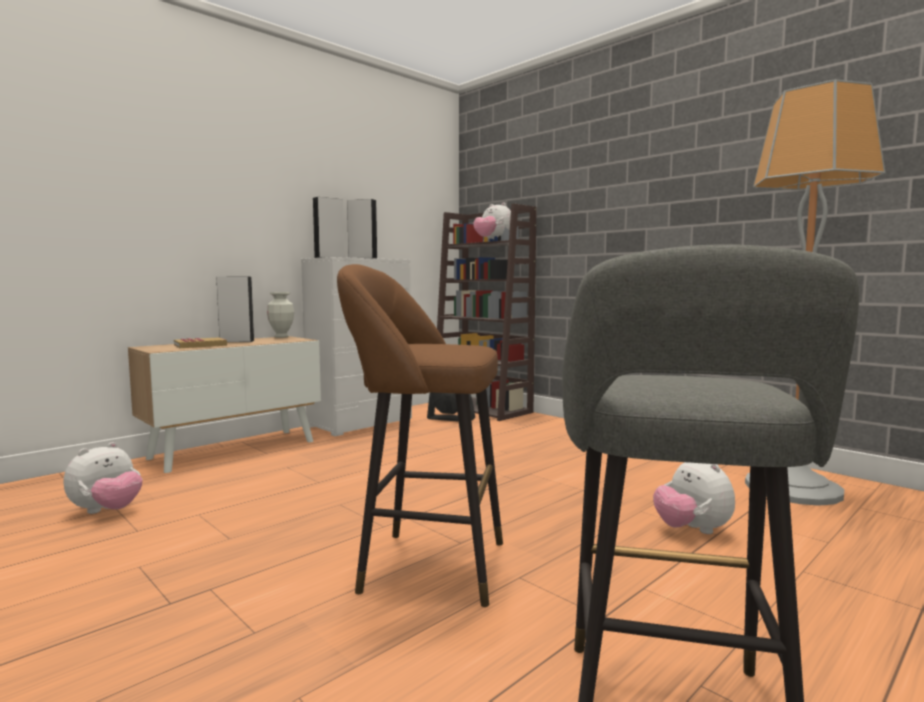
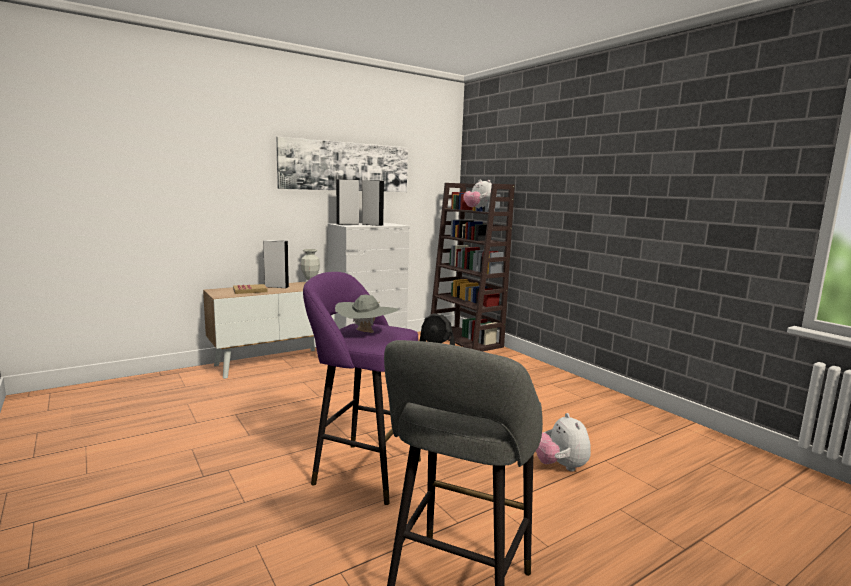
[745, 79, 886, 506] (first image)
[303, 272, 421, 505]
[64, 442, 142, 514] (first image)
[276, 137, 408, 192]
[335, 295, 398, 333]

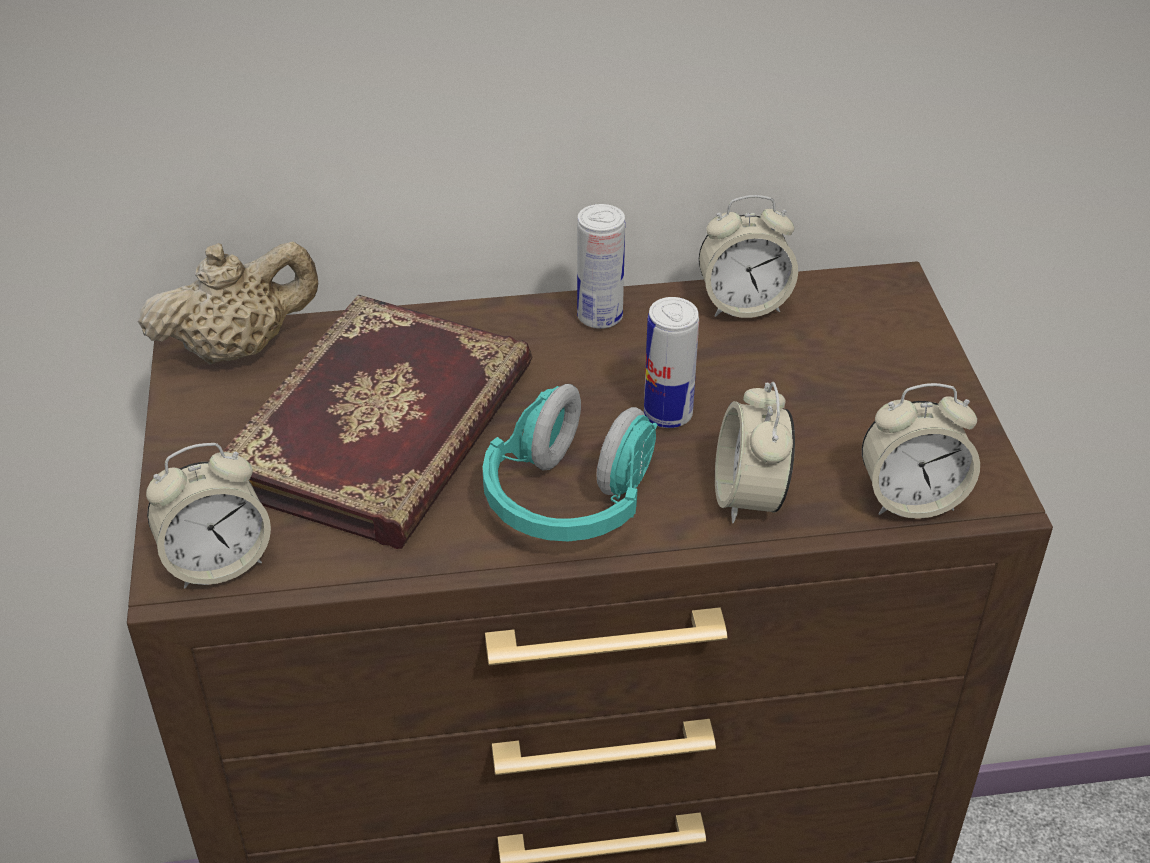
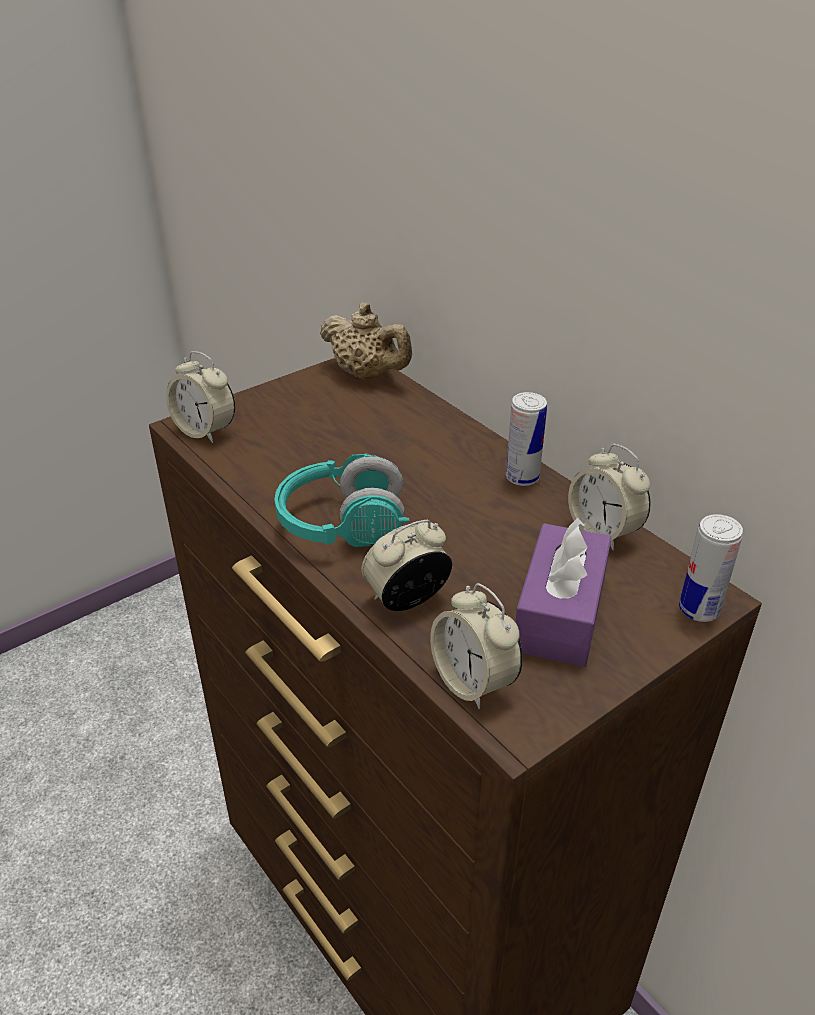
[223, 295, 532, 549] (first image)
[679, 514, 743, 622]
[515, 517, 612, 667]

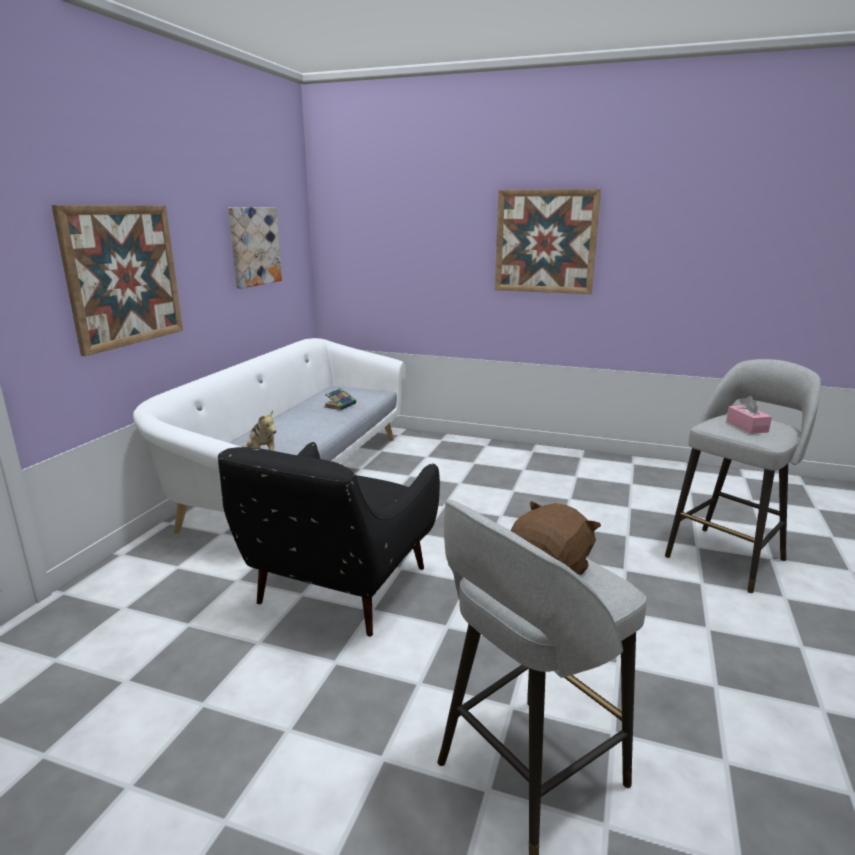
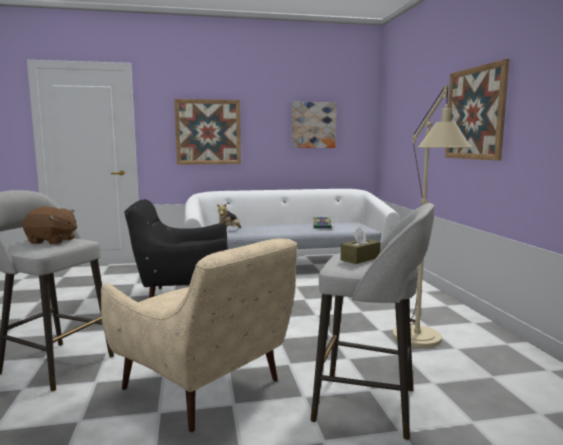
[341, 227, 380, 264]
[393, 85, 472, 348]
[101, 239, 297, 432]

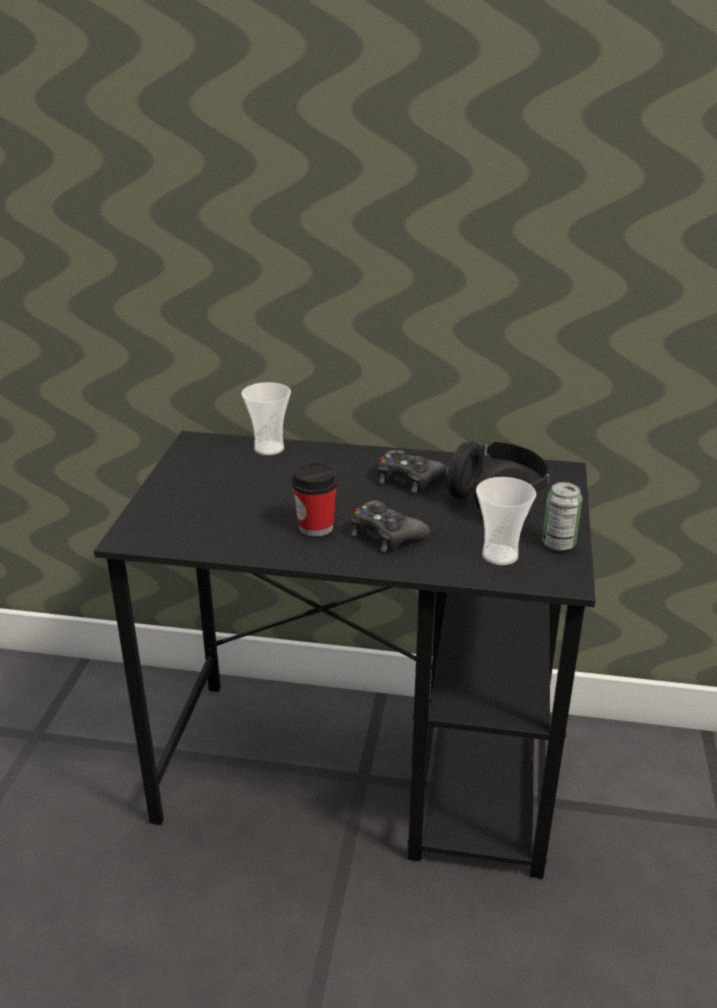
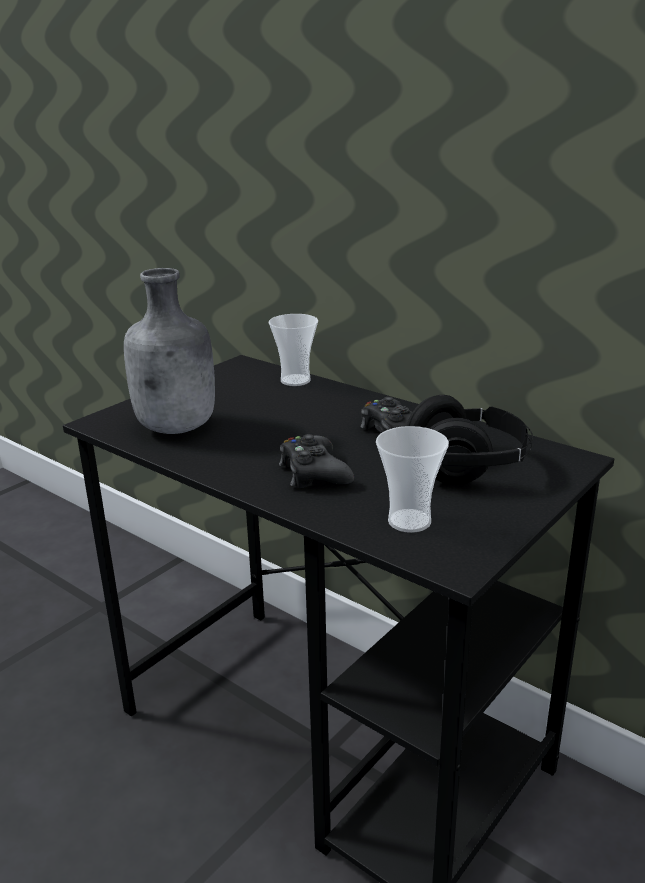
[292, 462, 338, 537] (first image)
[542, 482, 582, 551] (first image)
[124, 268, 215, 434]

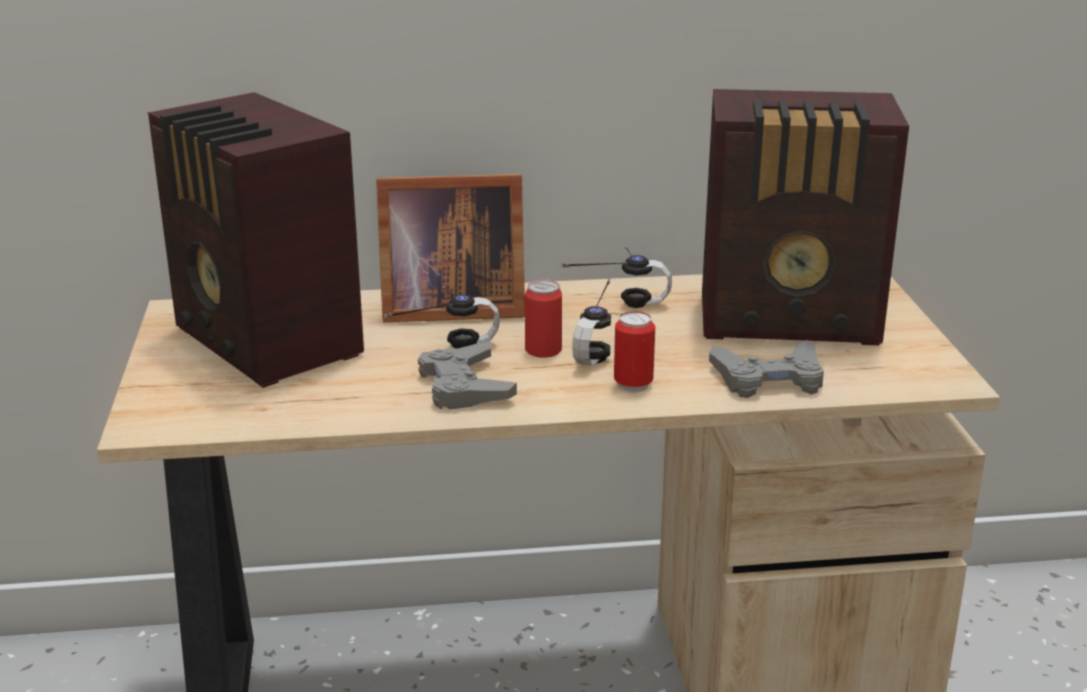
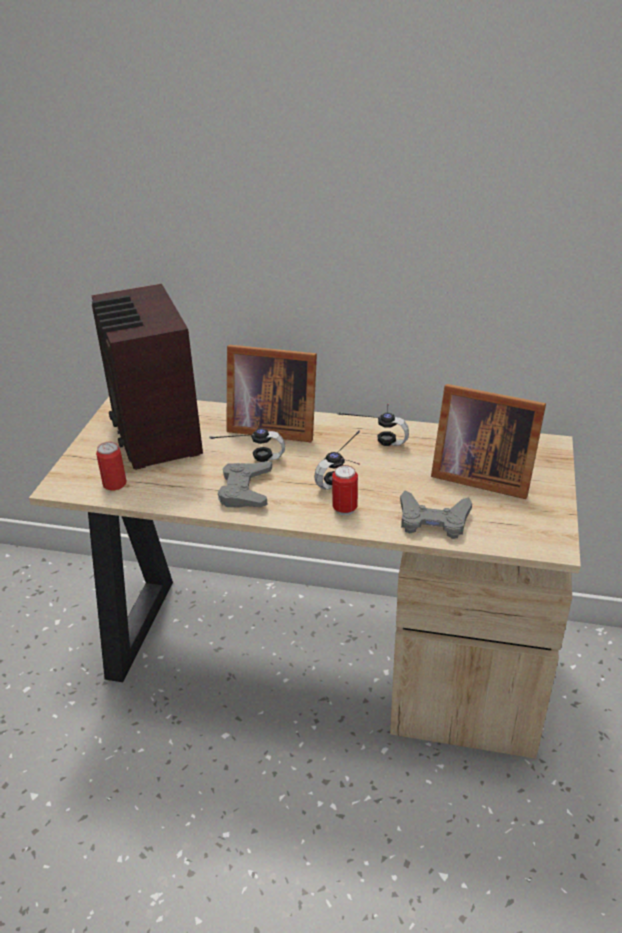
[431, 384, 546, 499]
[96, 441, 127, 490]

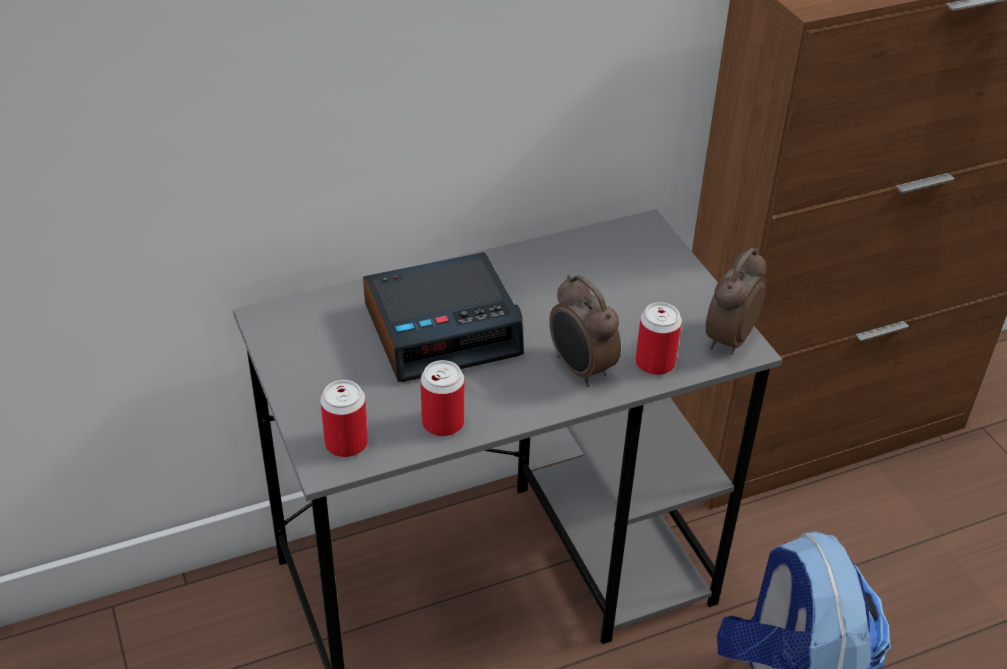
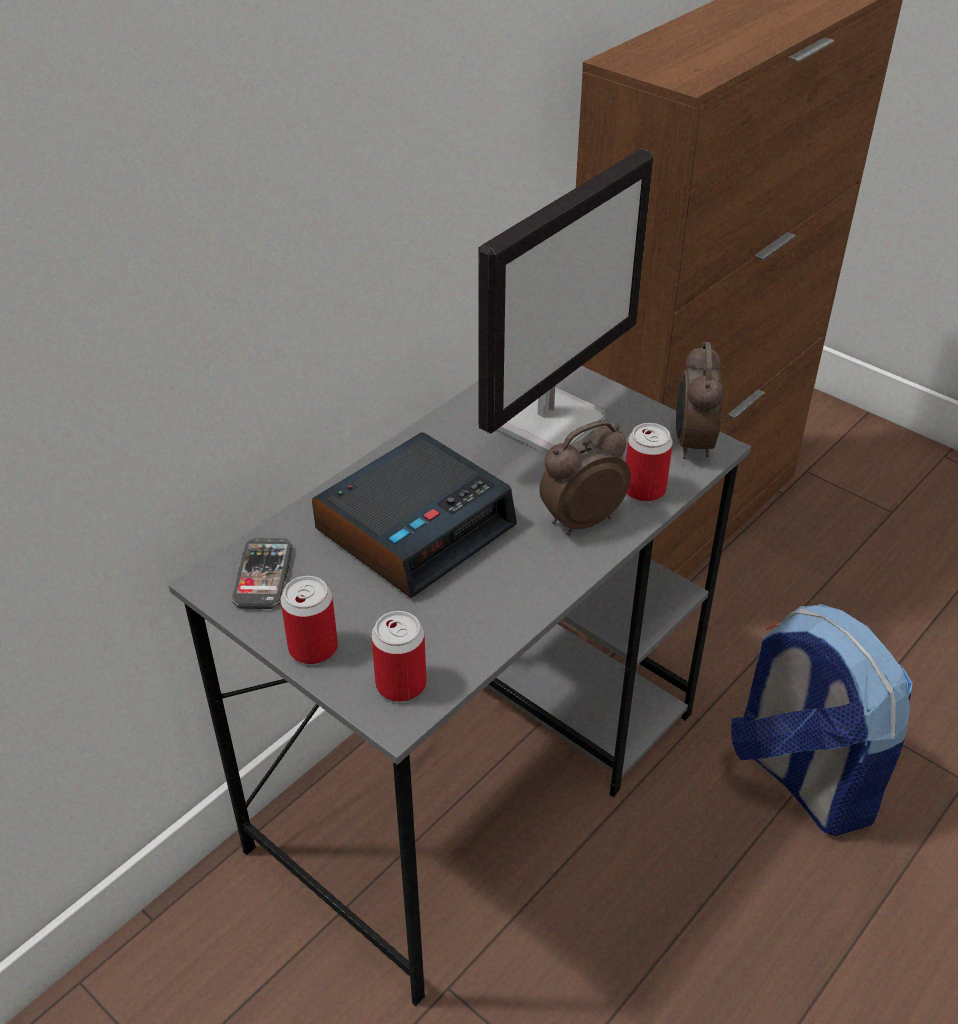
[540, 420, 631, 535]
[281, 576, 338, 664]
[478, 149, 653, 454]
[232, 538, 293, 609]

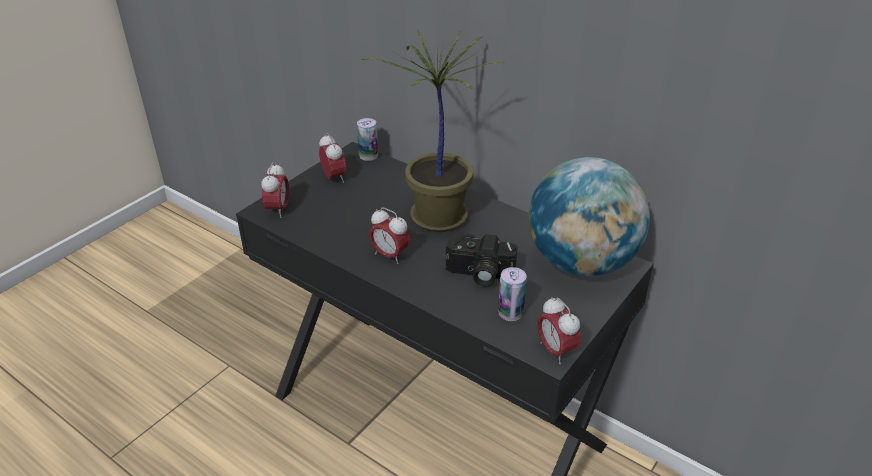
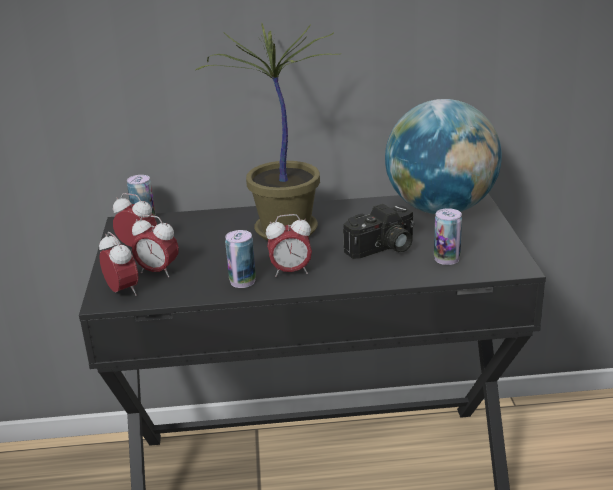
[132, 215, 179, 278]
[225, 230, 256, 288]

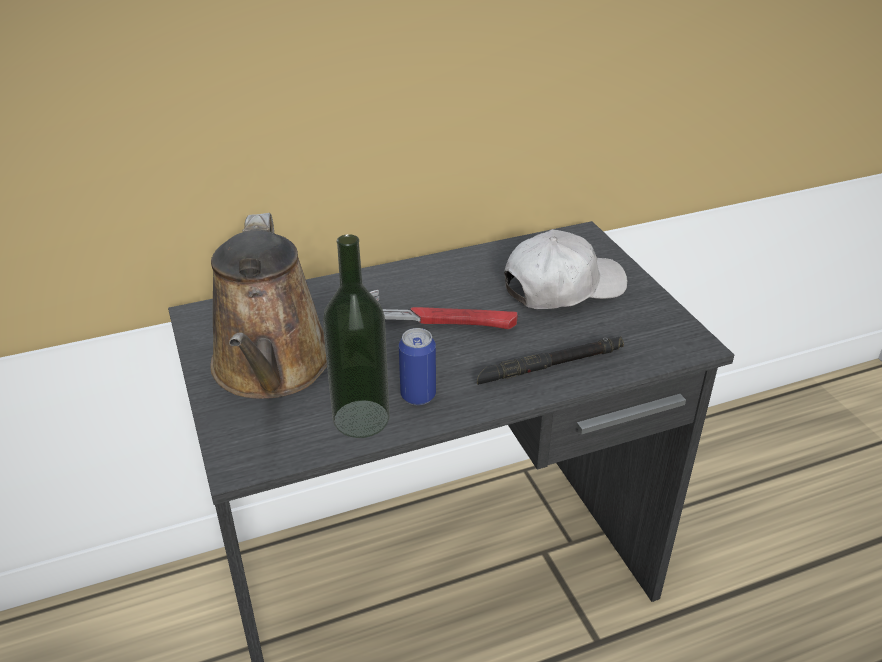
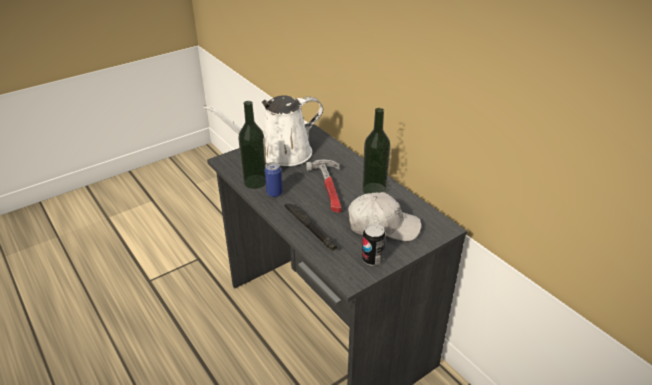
[203, 95, 323, 166]
[348, 192, 421, 241]
[362, 108, 390, 194]
[362, 224, 386, 266]

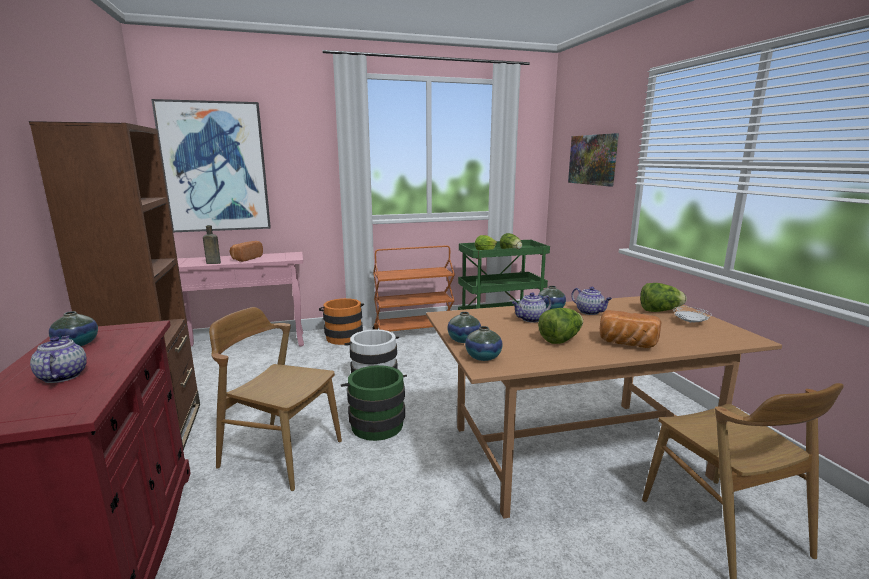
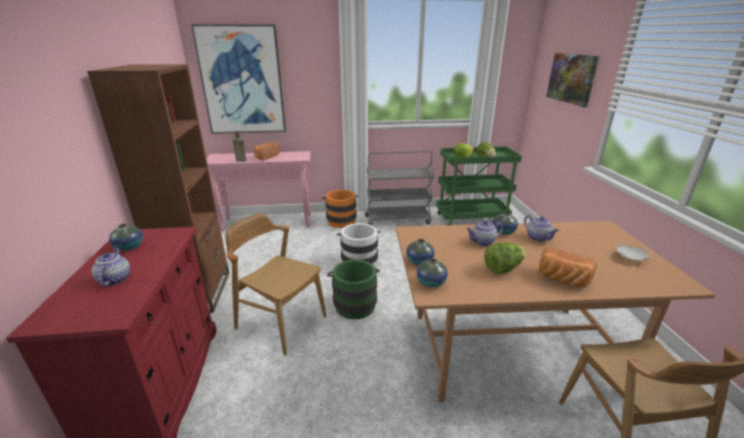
[365, 151, 434, 225]
[640, 283, 687, 312] (first image)

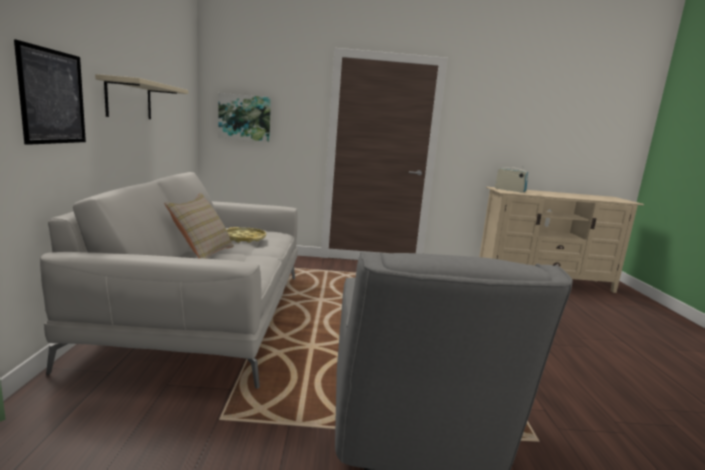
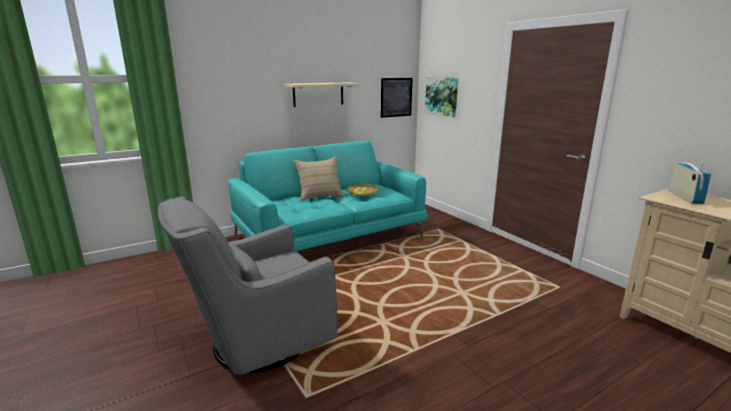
[381, 78, 412, 118]
[228, 141, 427, 251]

